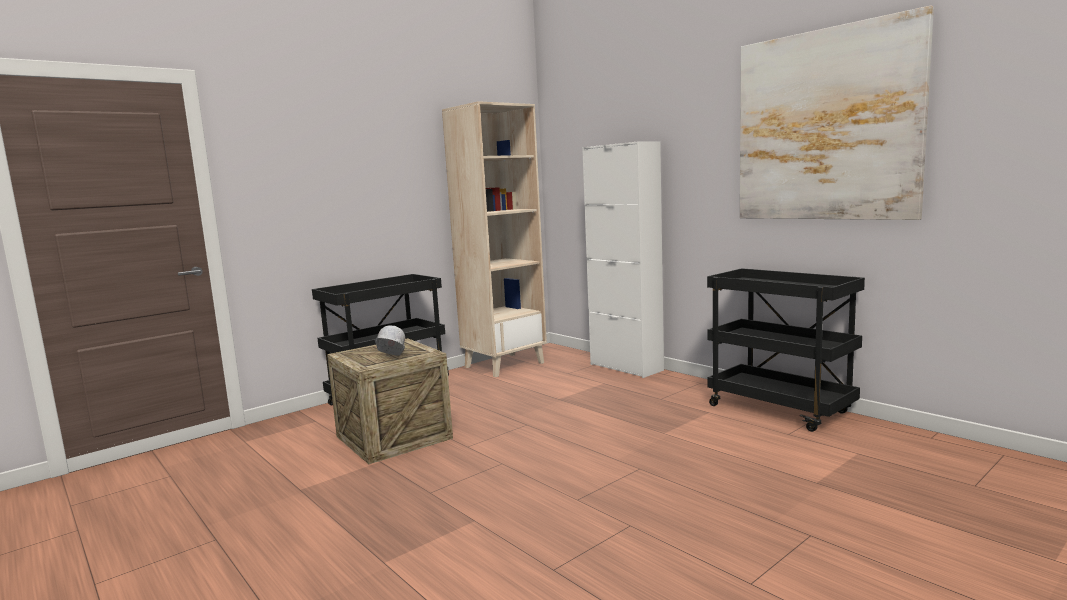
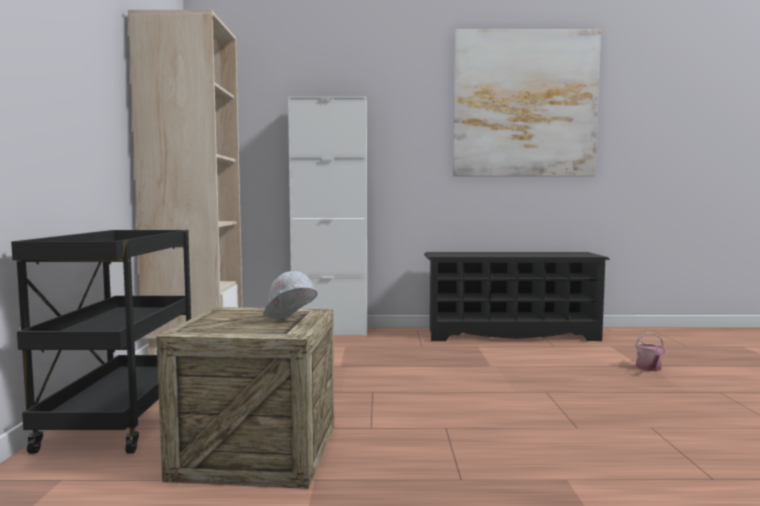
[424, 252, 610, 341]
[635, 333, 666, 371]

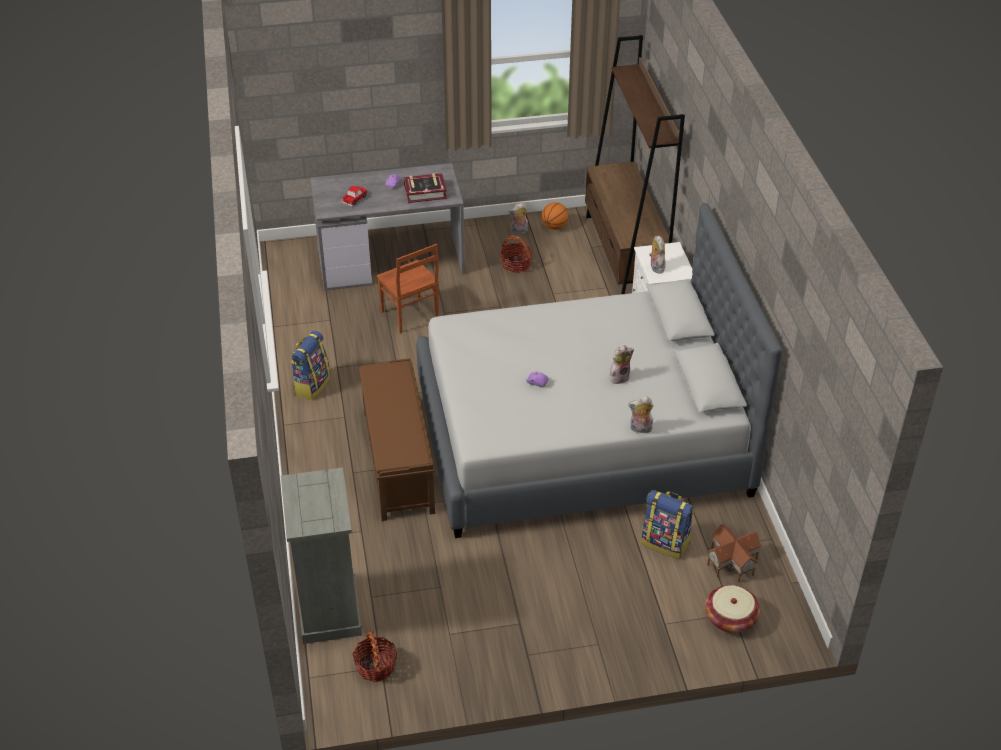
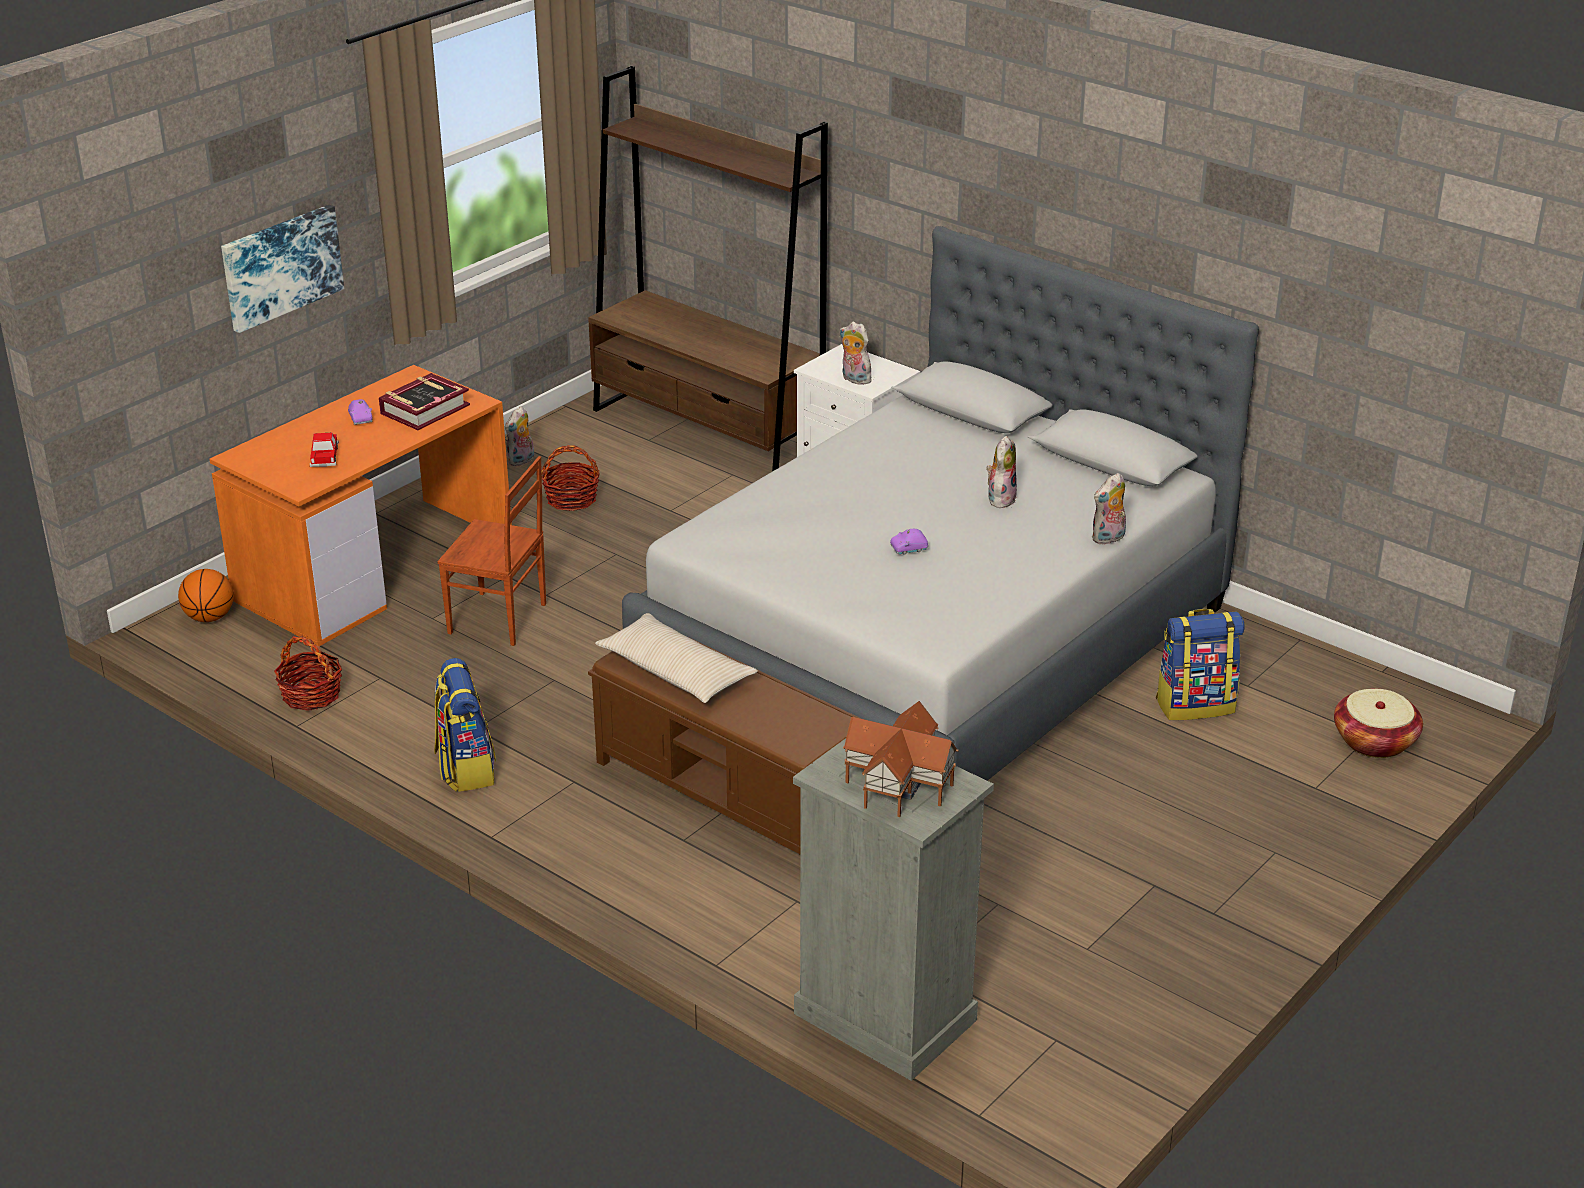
[209, 365, 512, 646]
[178, 569, 234, 622]
[843, 701, 959, 817]
[274, 636, 342, 711]
[221, 205, 344, 333]
[595, 613, 758, 703]

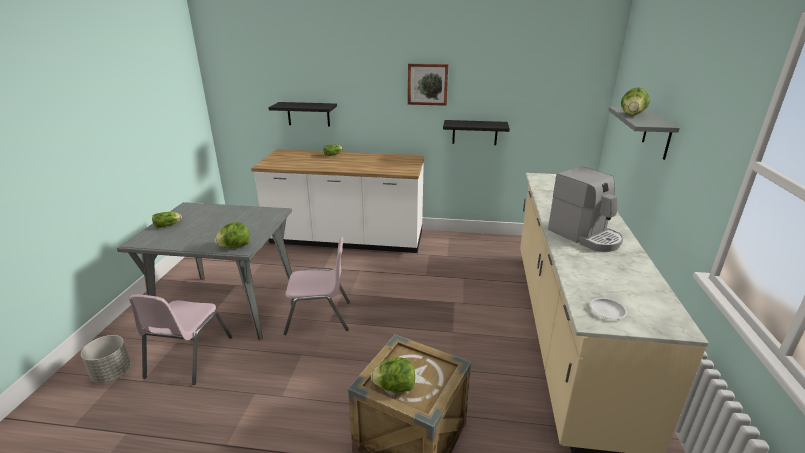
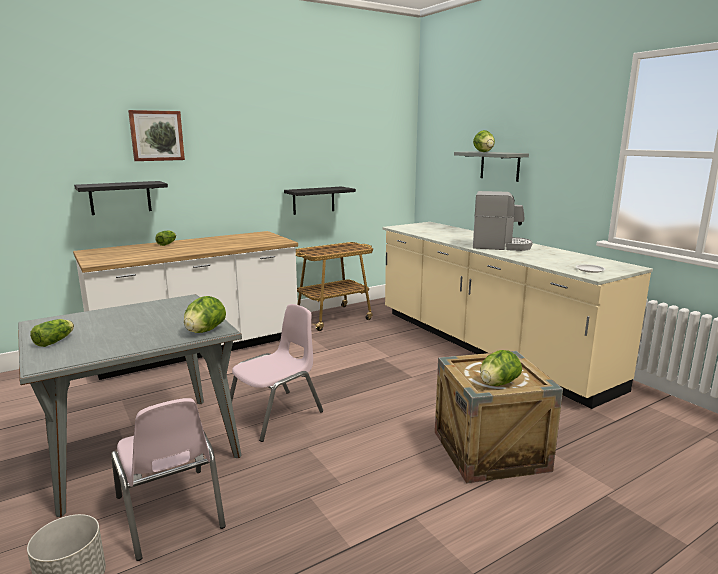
[128, 110, 185, 161]
[296, 242, 373, 331]

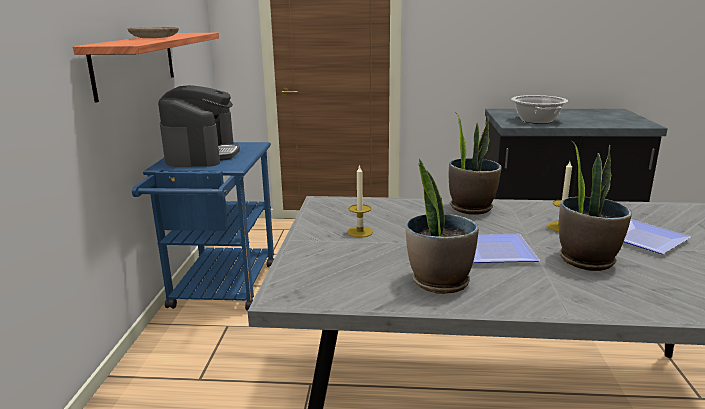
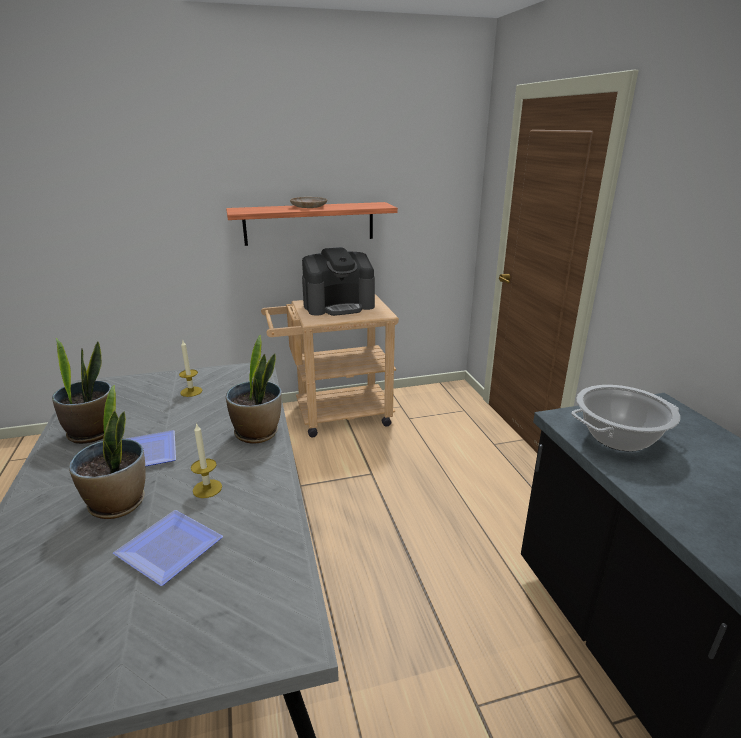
[261, 294, 399, 437]

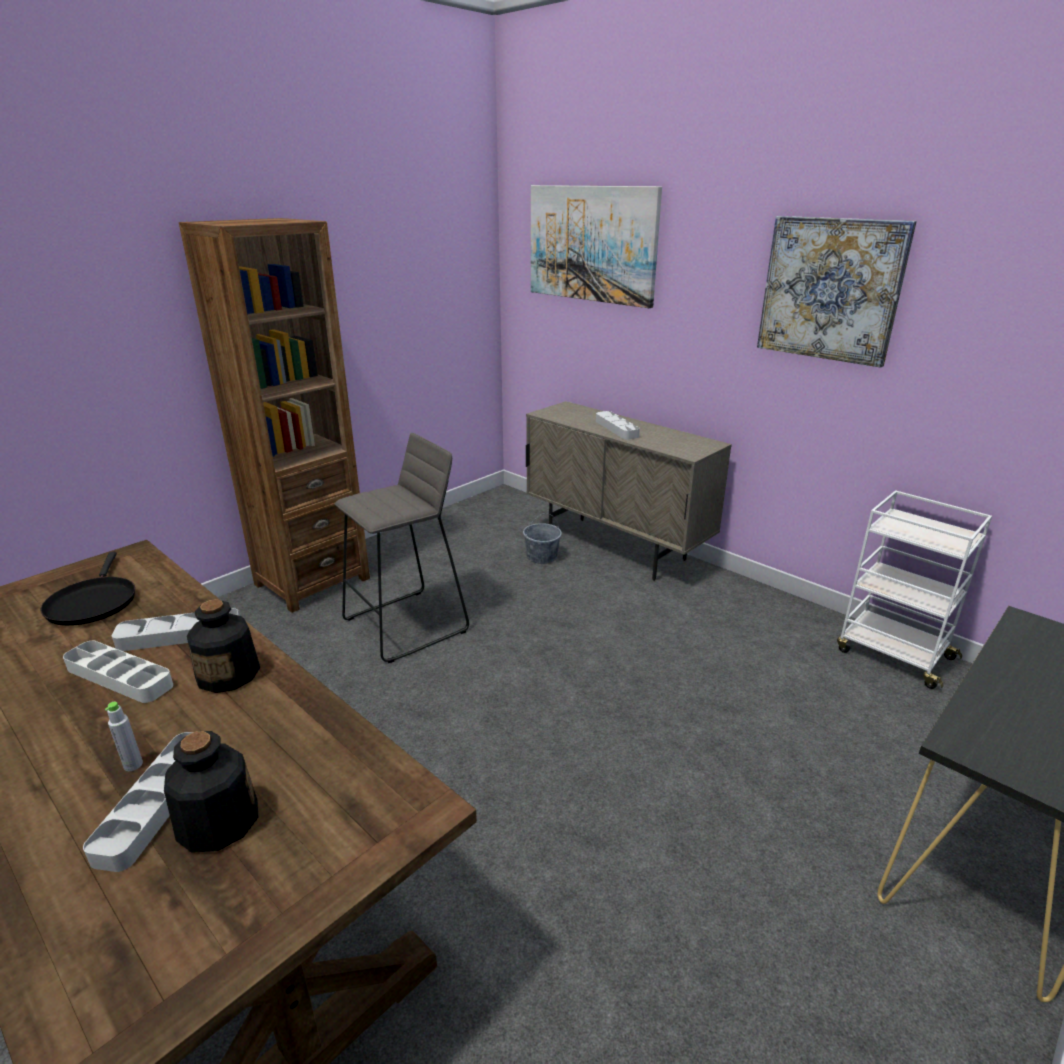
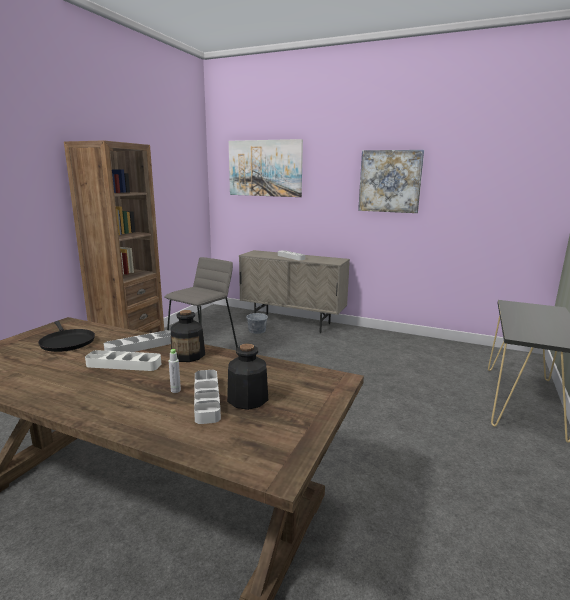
[837, 490, 992, 689] (first image)

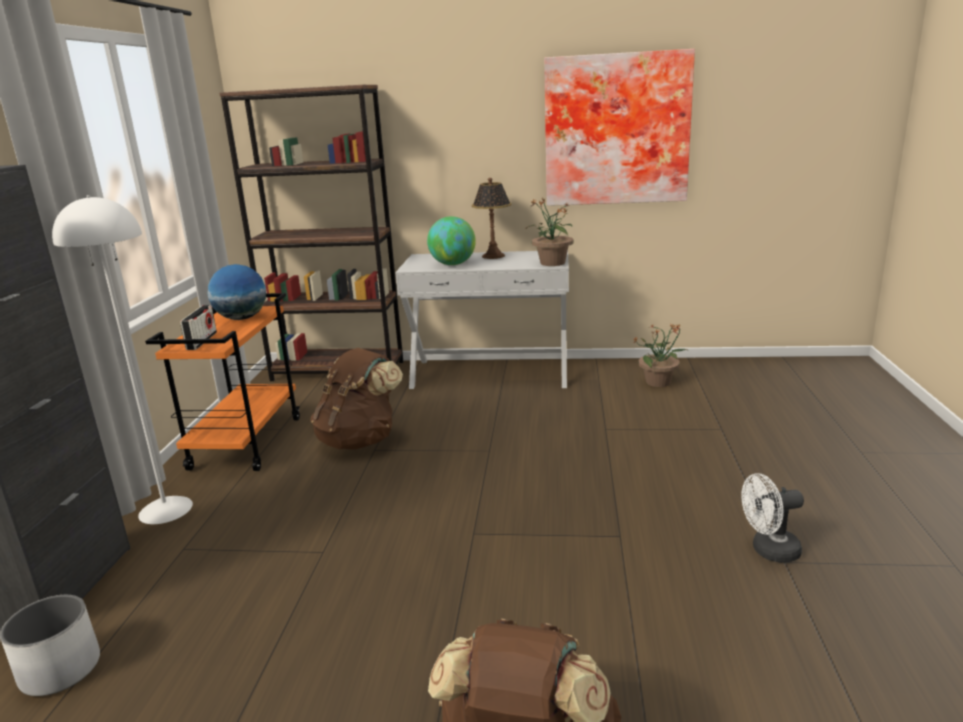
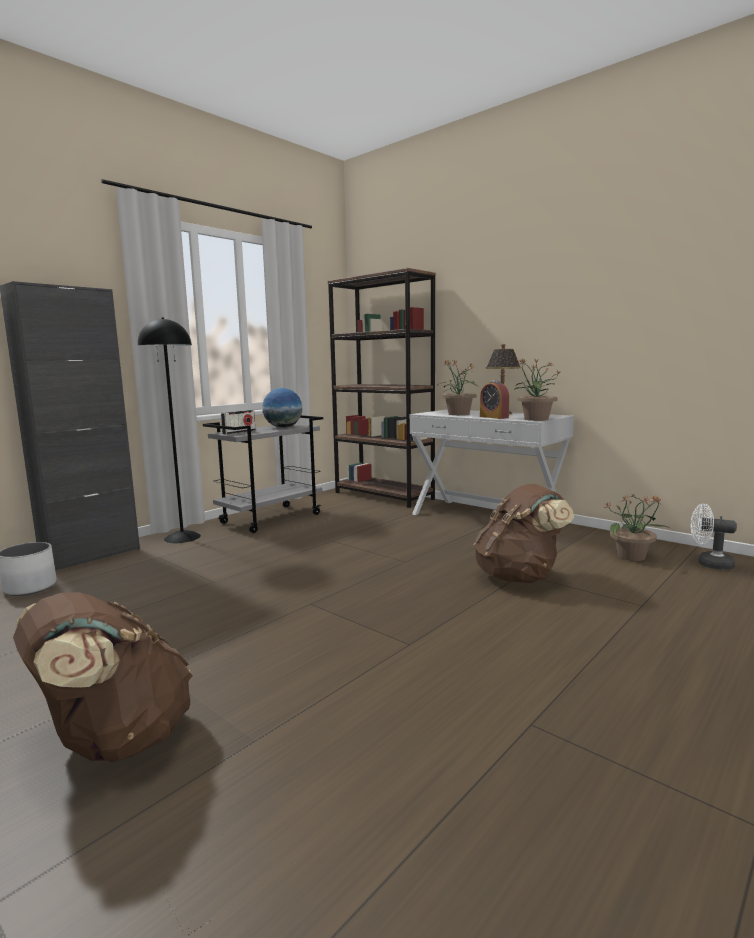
[544, 49, 695, 206] (first image)
[138, 318, 201, 543]
[437, 360, 479, 415]
[203, 415, 323, 533]
[473, 484, 574, 583]
[691, 503, 737, 570]
[480, 381, 509, 419]

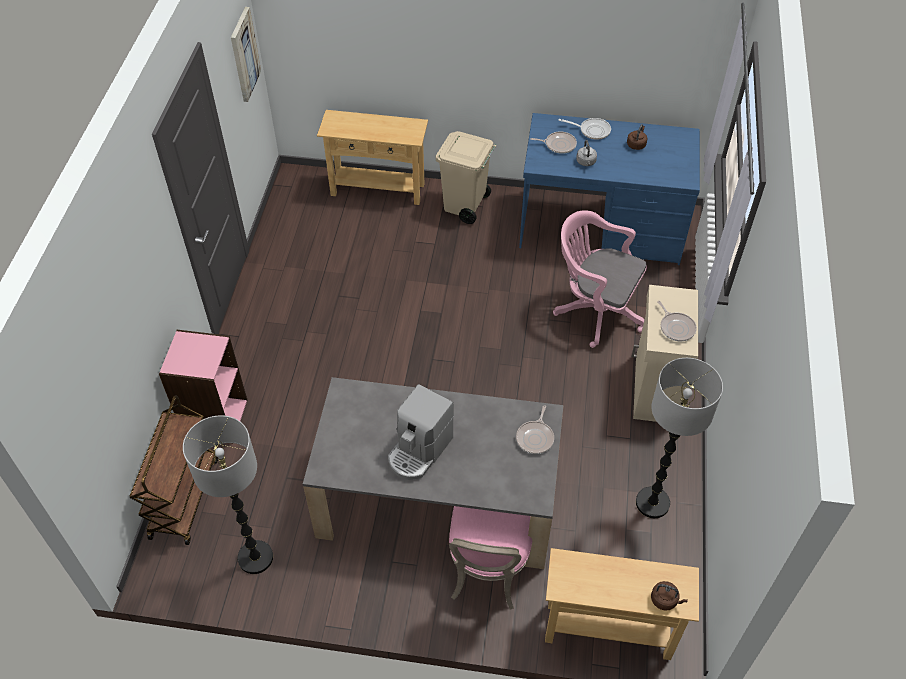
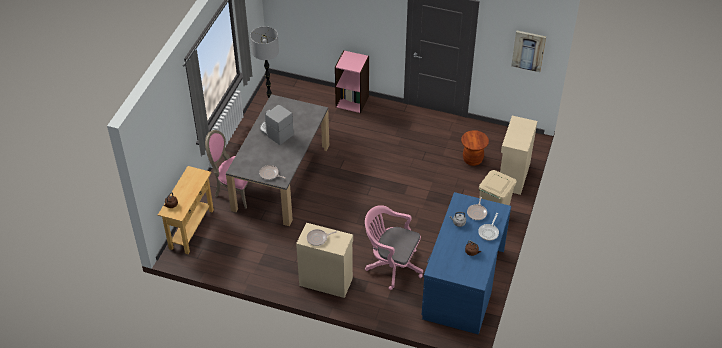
[500, 116, 537, 195]
[365, 205, 423, 290]
[636, 358, 723, 518] (first image)
[129, 396, 218, 545] (first image)
[461, 130, 489, 166]

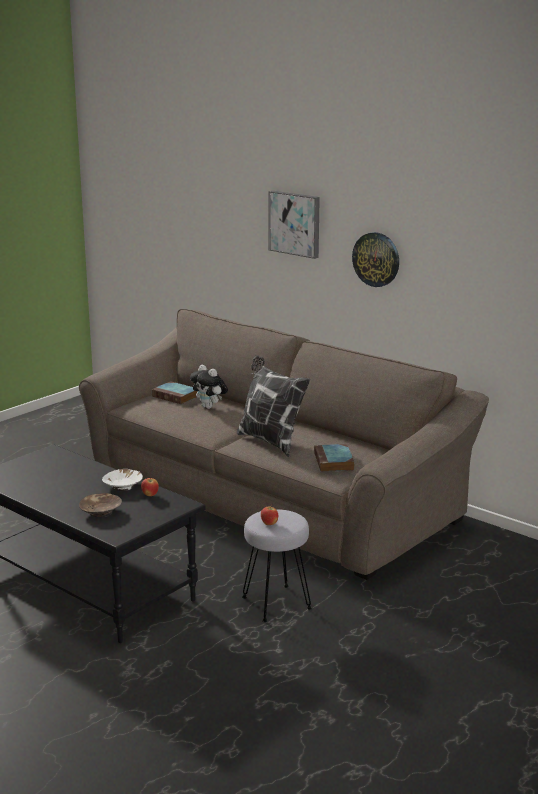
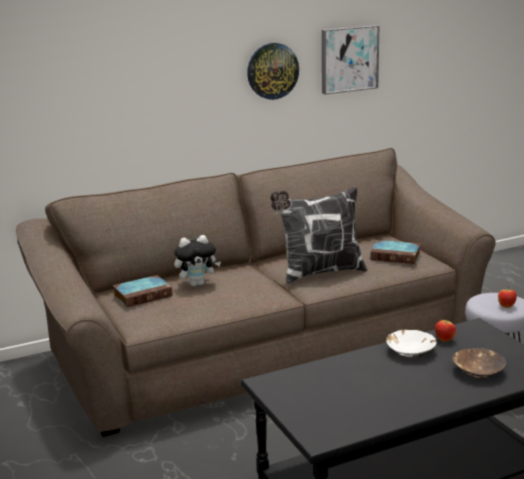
[322, 25, 379, 94]

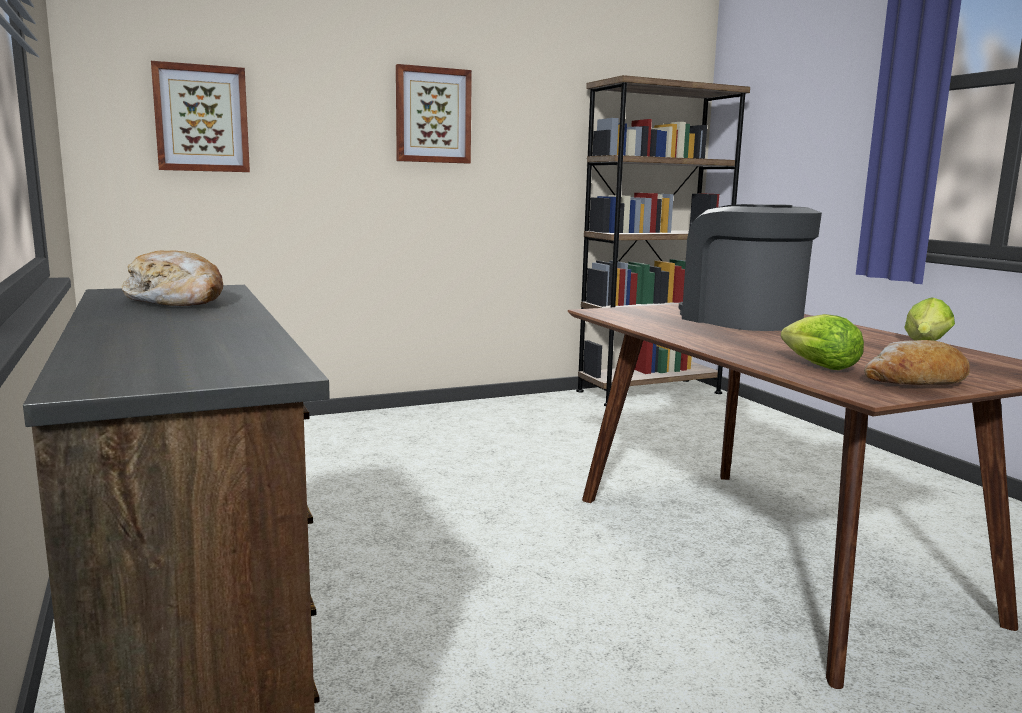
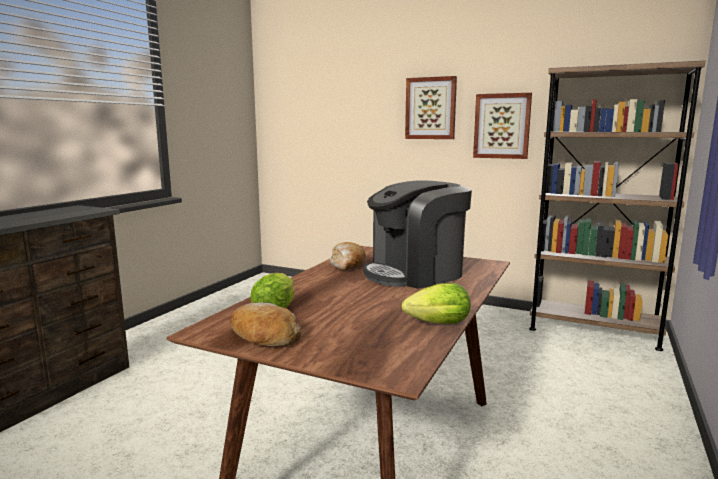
[473, 93, 532, 159]
[363, 180, 472, 289]
[330, 242, 366, 270]

